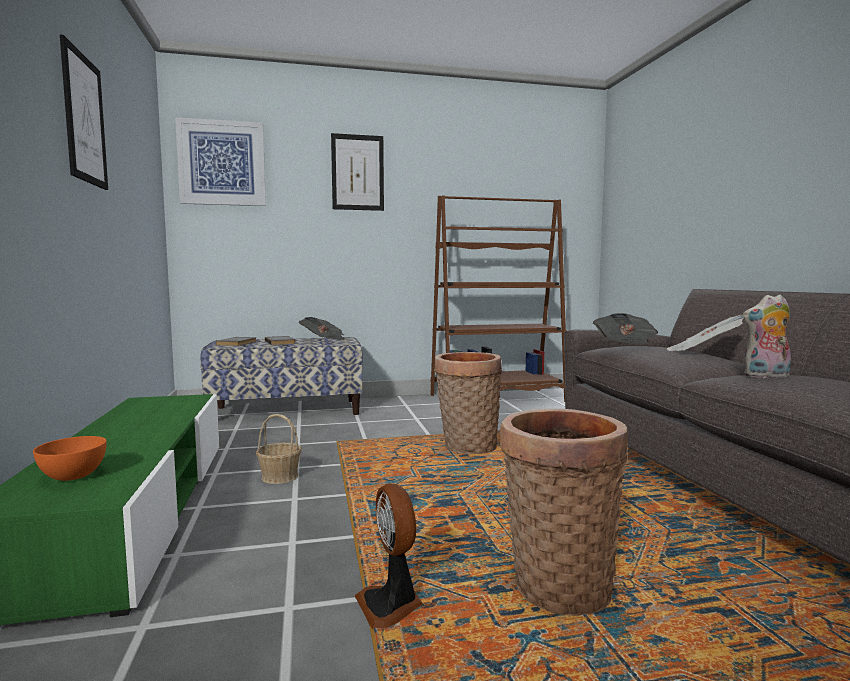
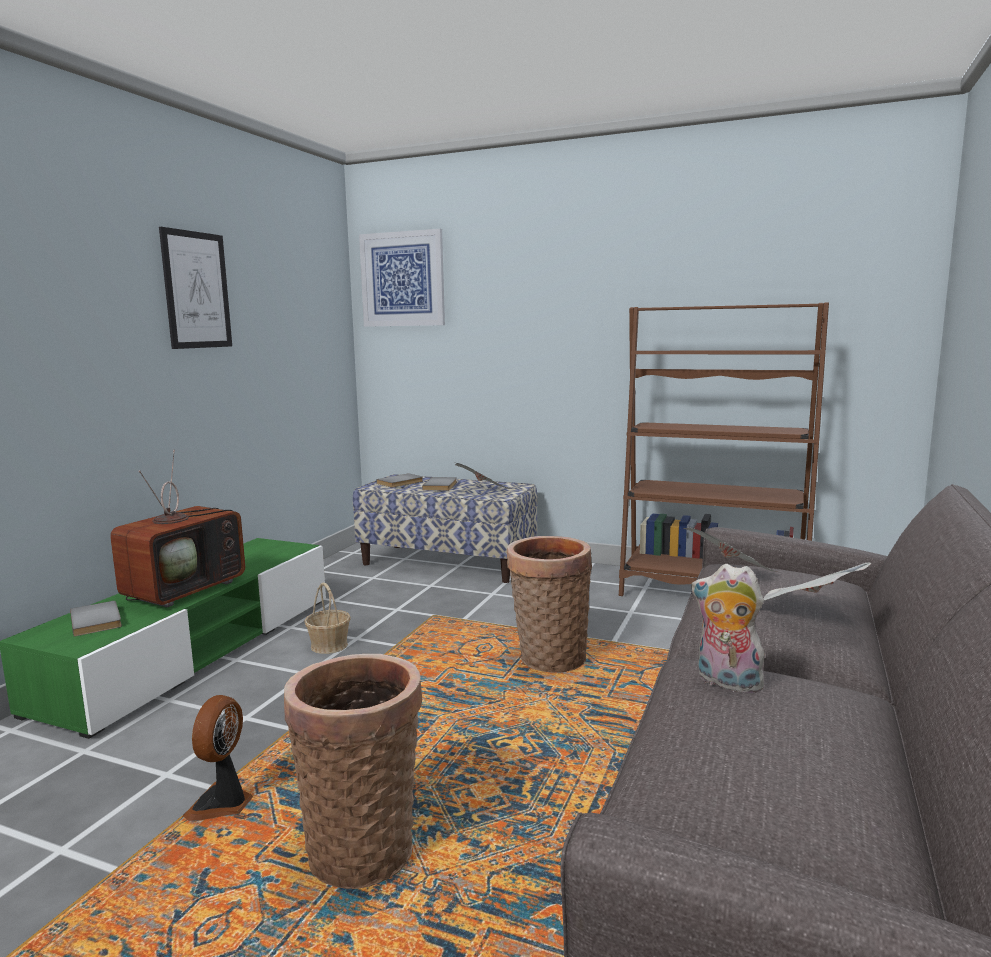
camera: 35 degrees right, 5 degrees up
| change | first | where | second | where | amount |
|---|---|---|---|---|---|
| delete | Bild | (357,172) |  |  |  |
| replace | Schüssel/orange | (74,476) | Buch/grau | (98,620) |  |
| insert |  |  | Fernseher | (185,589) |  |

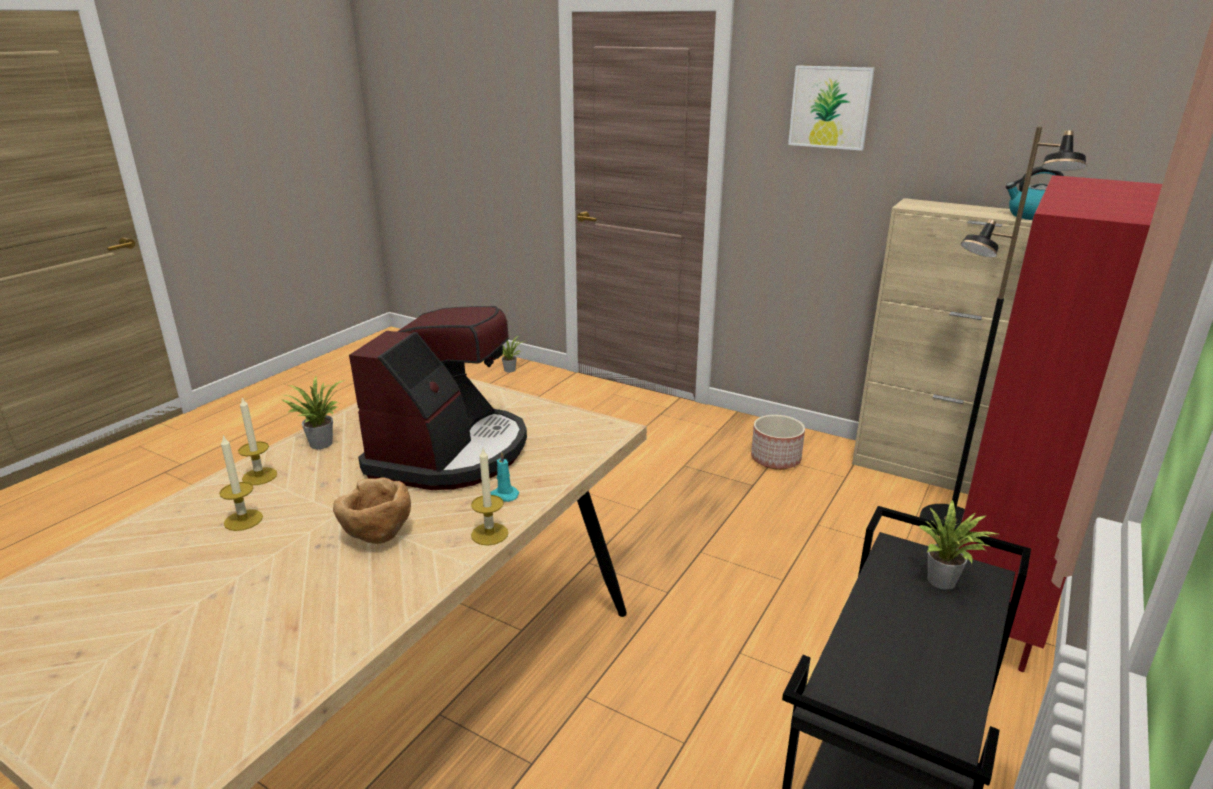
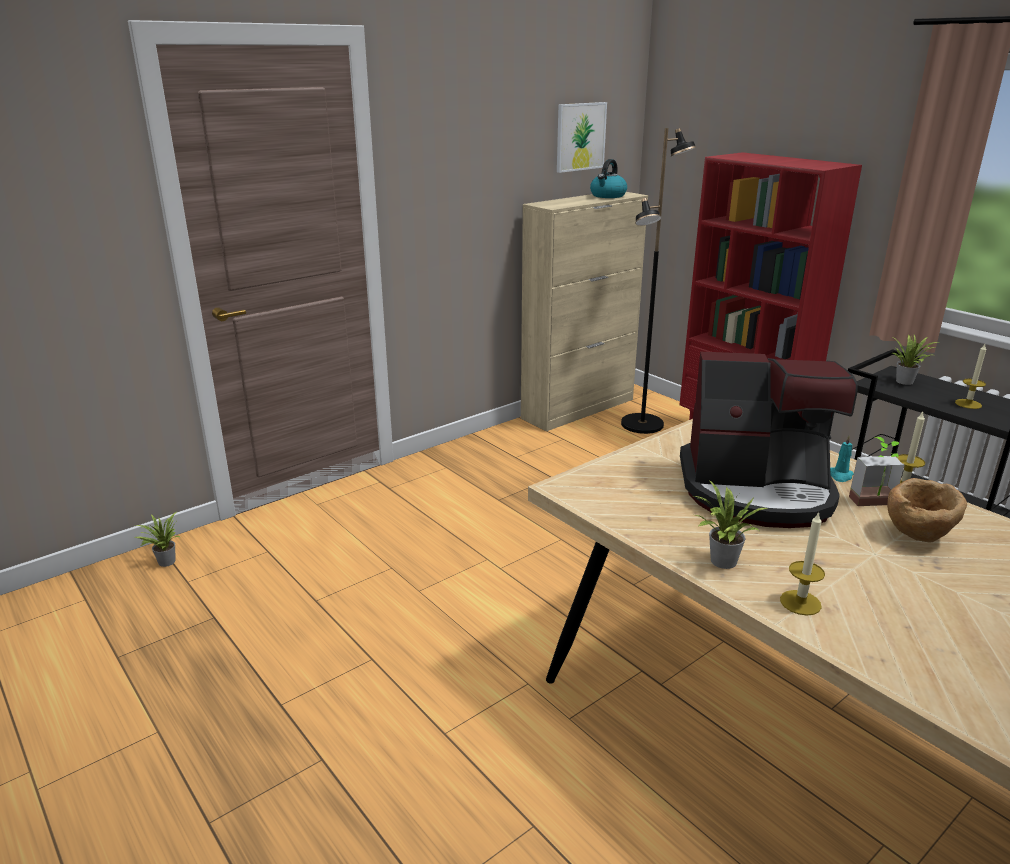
camera: 70 degrees left, 0 degrees up
| change | first | where | second | where | amount |
|---|---|---|---|---|---|
| move | Bild | (830,107) |  | (580,137) |  |
| rotate | Kaffeemaschine | (450,453) |  | (757,491) | 150 degrees clockwise |
| delete | Pflanzkübel | (776,459) |  |  |  |
| move | Kerze | (243,520) |  | (968,404) |  |
| insert |  |  | Topfpflanze | (875,504) |  |

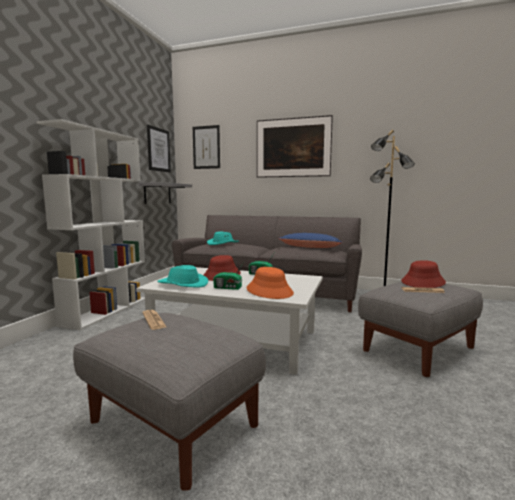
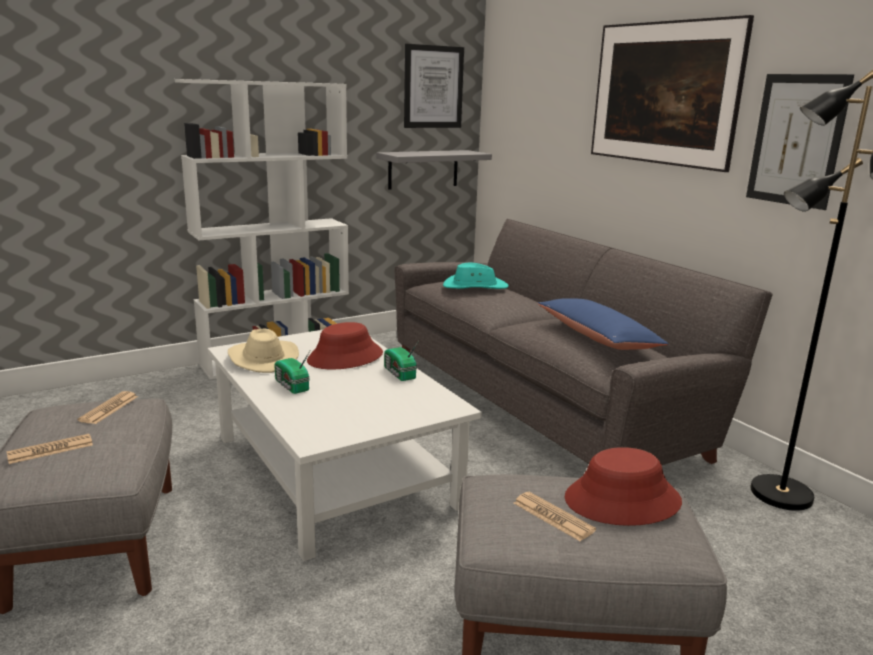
camera: 40 degrees right, 10 degrees up
| change | first | where | second | where | amount |
|---|---|---|---|---|---|
| move | Bild | (206,147) |  | (796,140) |  |
| recolor | Hut/türkis | (182,284) | Hut/beige | (262,358) |  |
| delete | Hut/orange | (269,291) |  |  |  |
| insert |  |  | Zeitung | (50,450) |  |

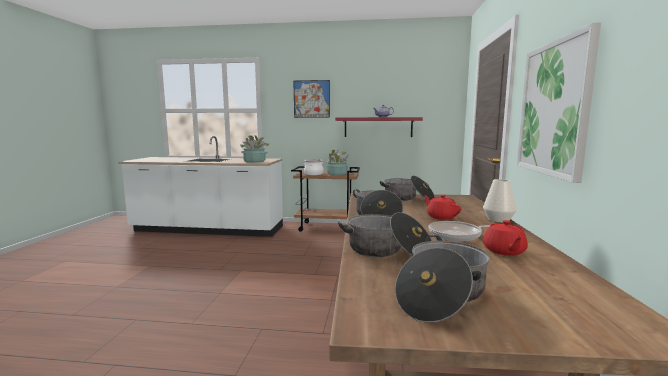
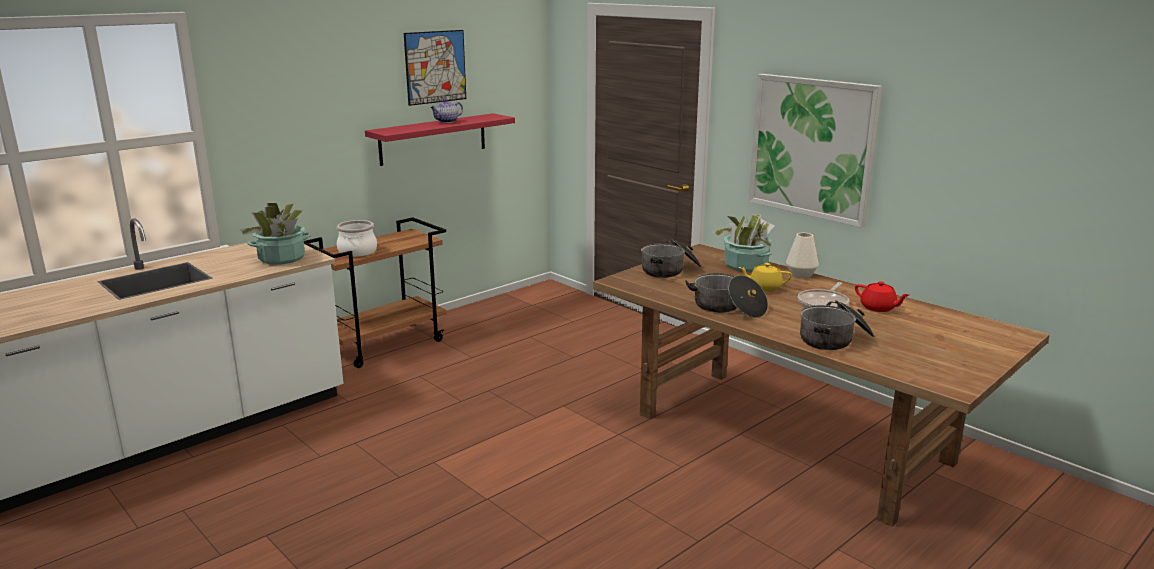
camera: 50 degrees left, 10 degrees up
| change | first | where | second | where | amount |
|---|---|---|---|---|---|
| move | Bild | (311,99) |  | (435,67) |  |
| move | Topfpflanze | (337,174) |  | (746,265) |  |
| recolor | Teekanne/rot | (441,217) | Teekanne/gelb | (764,287) |  |
| delete | Kochtopf | (441,296) |  |  |  |

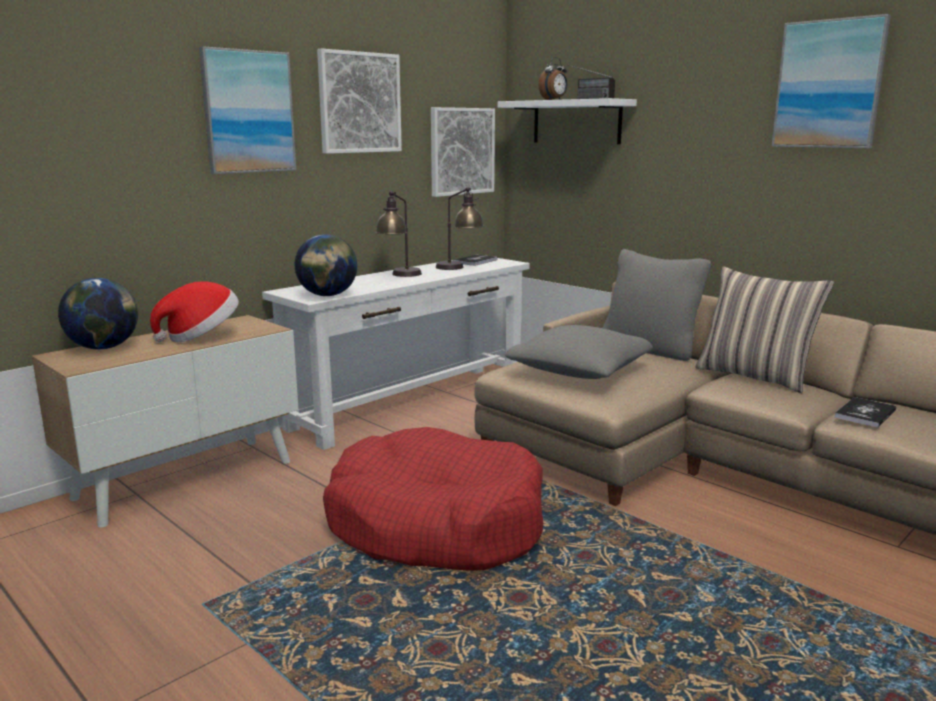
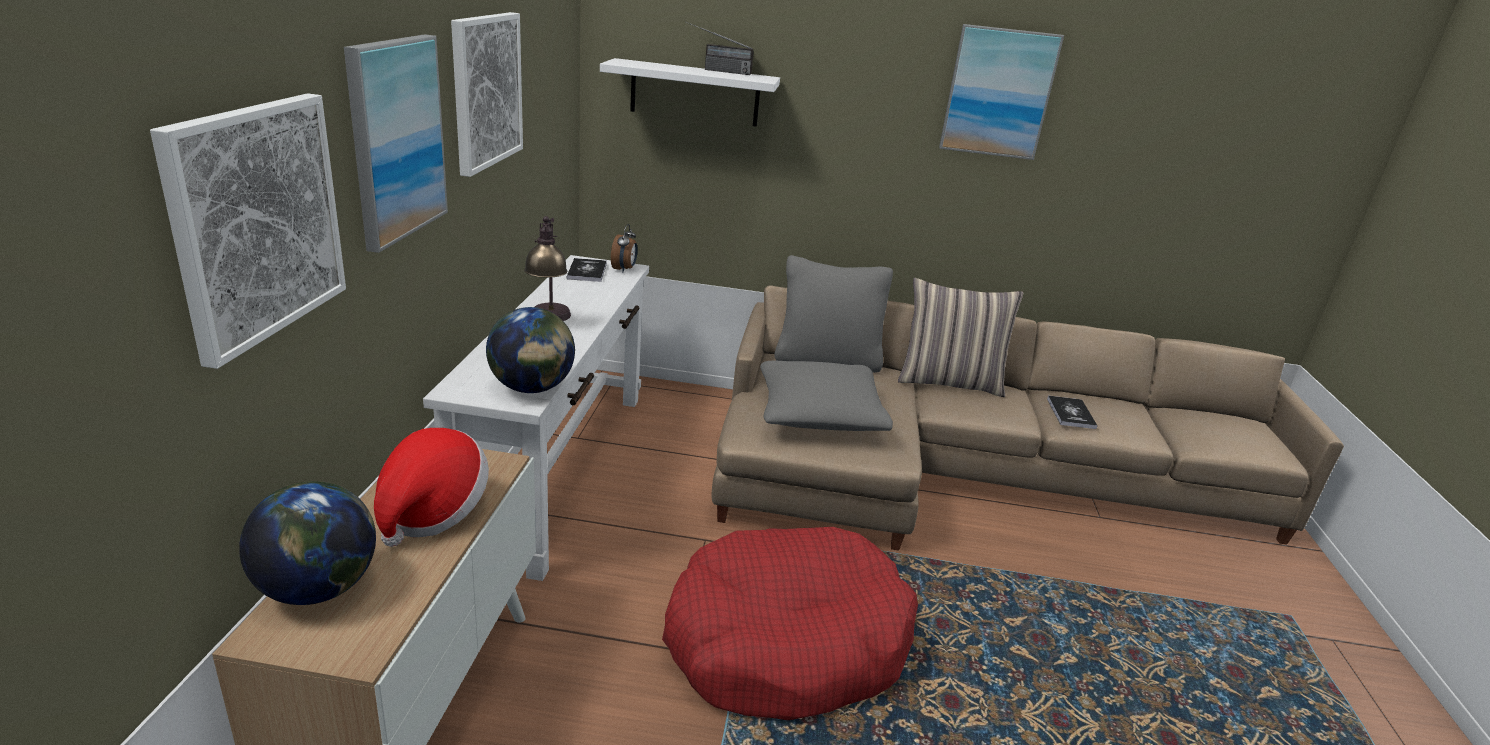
camera: 40 degrees left, 10 degrees up
| change | first | where | second | where | amount |
|---|---|---|---|---|---|
| move | Wecker | (553,100) |  | (624,269) |  |
| move | Bild | (461,151) |  | (257,222) |  |
| delete | Tischlampe | (459,268) |  |  |  |

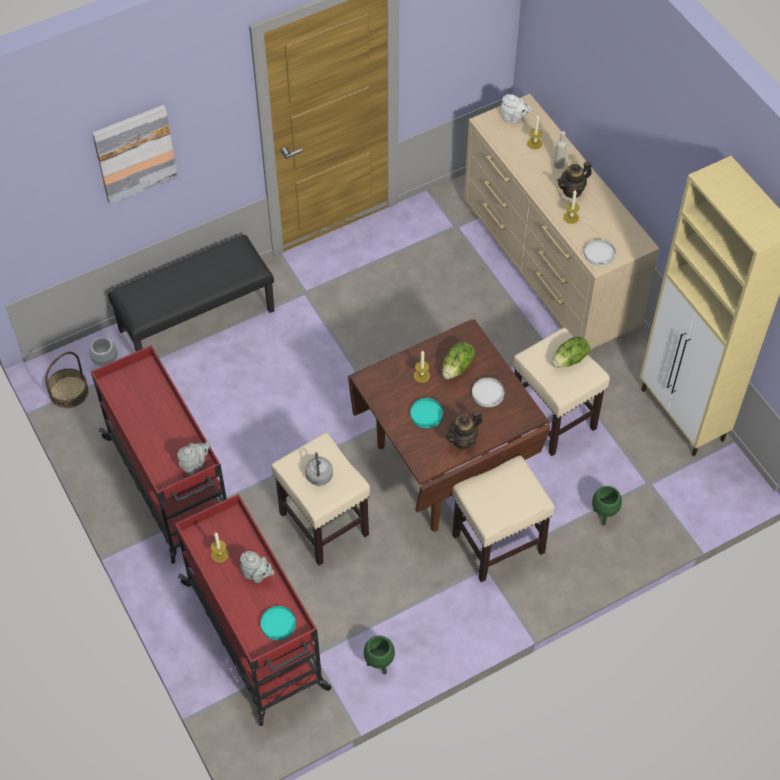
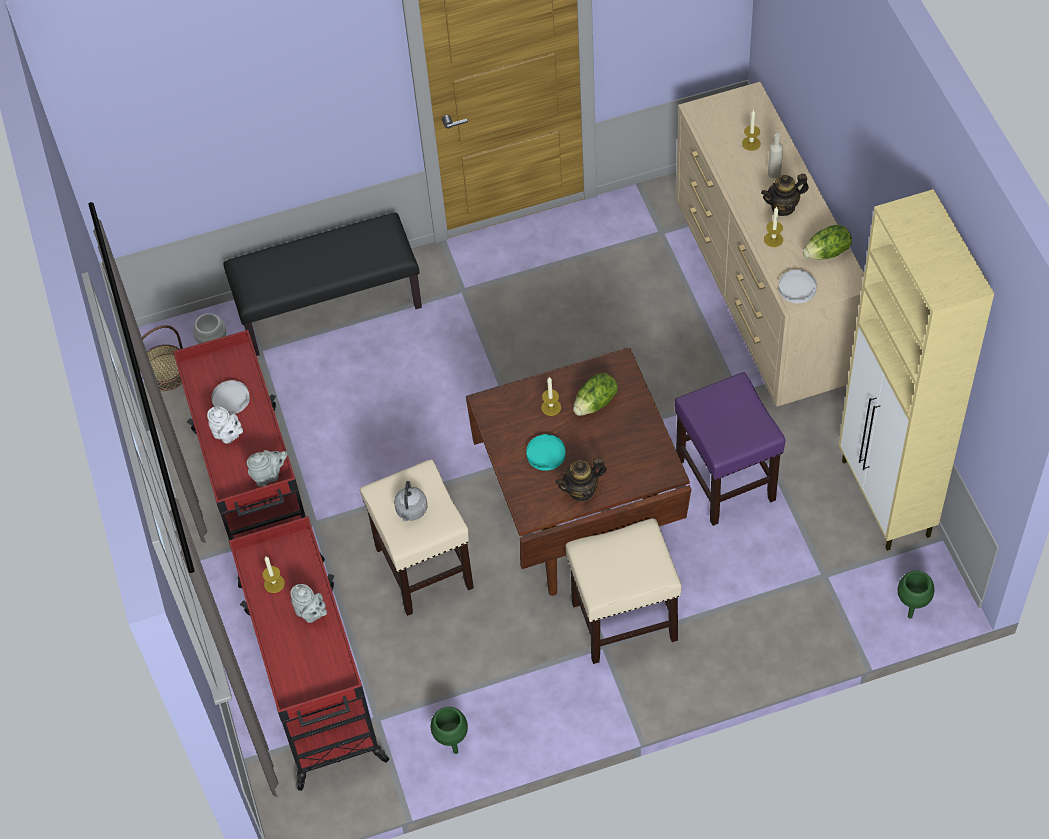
camera: 15 degrees right, 0 degrees up
| change | first | where | second | where | amount |
|---|---|---|---|---|---|
| move | Teekanne/weiß | (514,118) |  | (228,435) |  |
| delete | Bild | (135,153) |  |  |  |
| recolor | Hocker/beige | (554,418) | Hocker/lila | (726,481) |  |
| move | Salatkopf | (570,360) |  | (827,253) |  |
| move | Teller/weiß | (488,393) |  | (231,399) |  |
| move | Pflanzkübel/grün | (603,515) |  | (911,606) |  |
| delete | Teller/türkis | (278,623) |  |  |  |

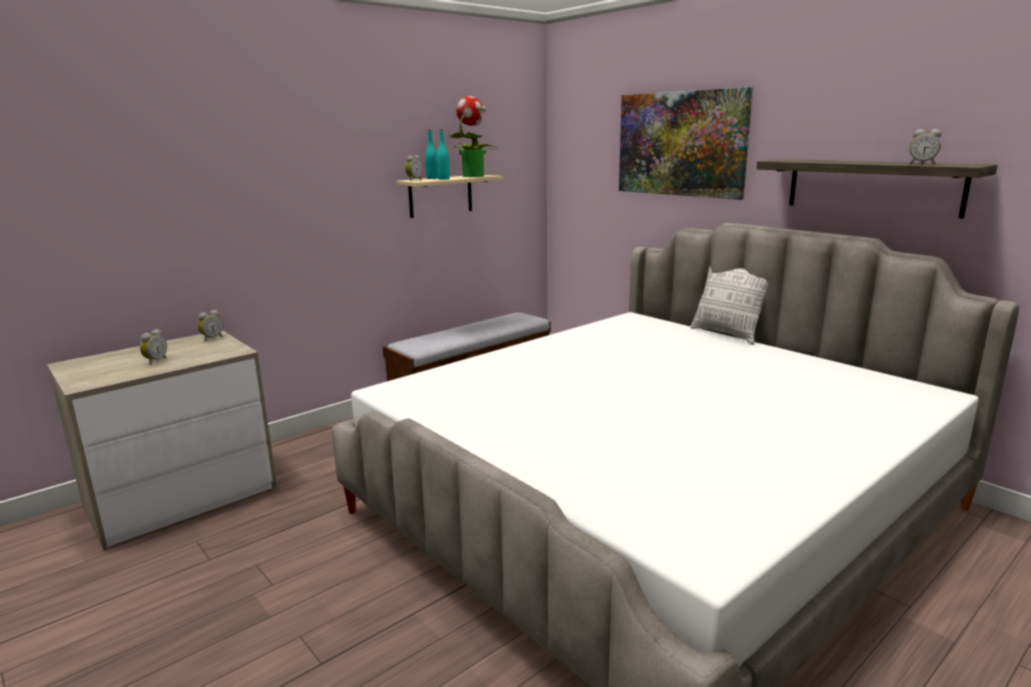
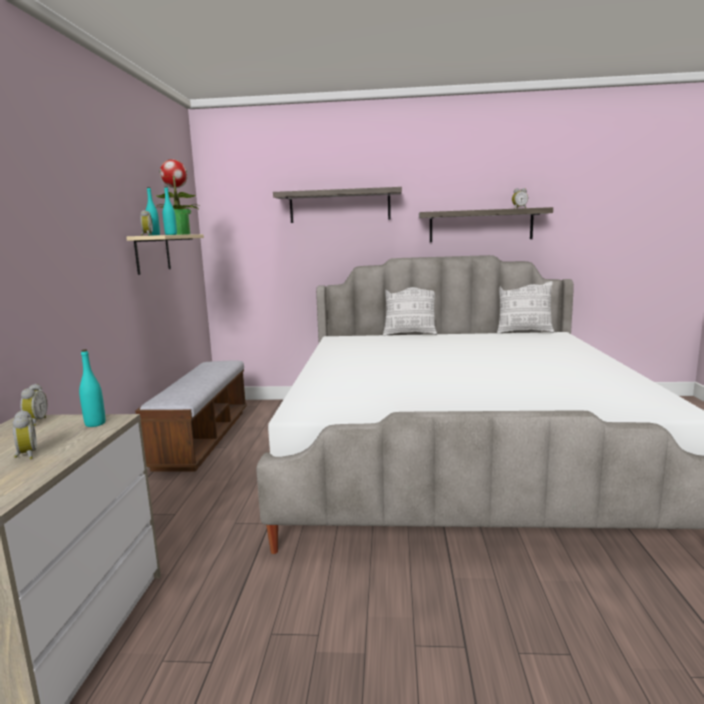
camera: 45 degrees left, 5 degrees down
| change | first | where | second | where | amount |
|---|---|---|---|---|---|
| replace | Bild | (680,144) | Wandregal | (339,206) |  |
| insert |  |  | Kissen | (524,332) |  |
| insert |  |  | Flasche/türkis | (95,424) |  |

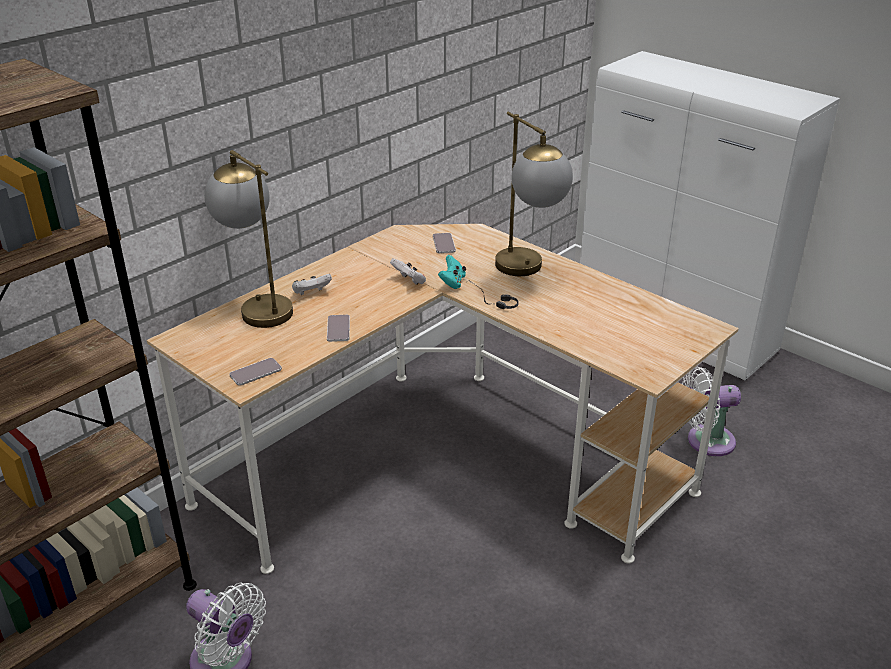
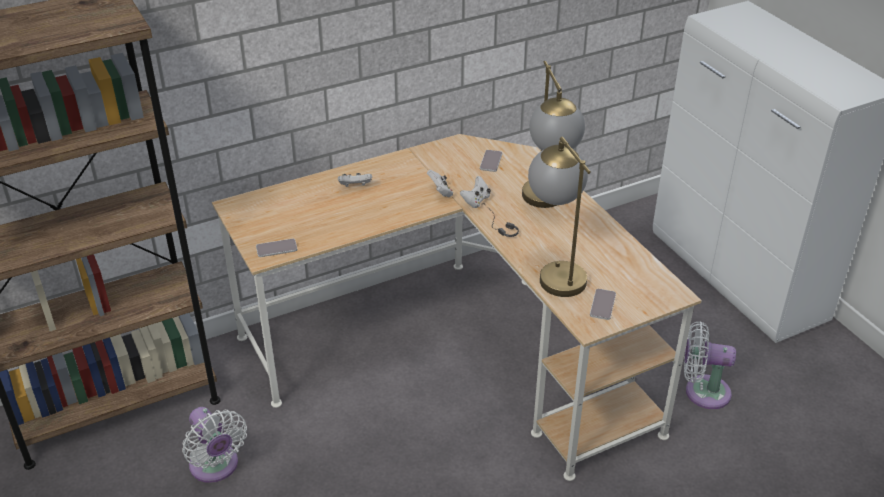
camera: 20 degrees right, 5 degrees up
| change | first | where | second | where | amount |
|---|---|---|---|---|---|
| move | Tischlampe | (257,306) |  | (555,271) |  |
| recolor | Gamepad/türkis | (452,282) | Gamepad/weiß | (476,201) |  |
| move | Handy | (338,329) |  | (602,305) |  |

